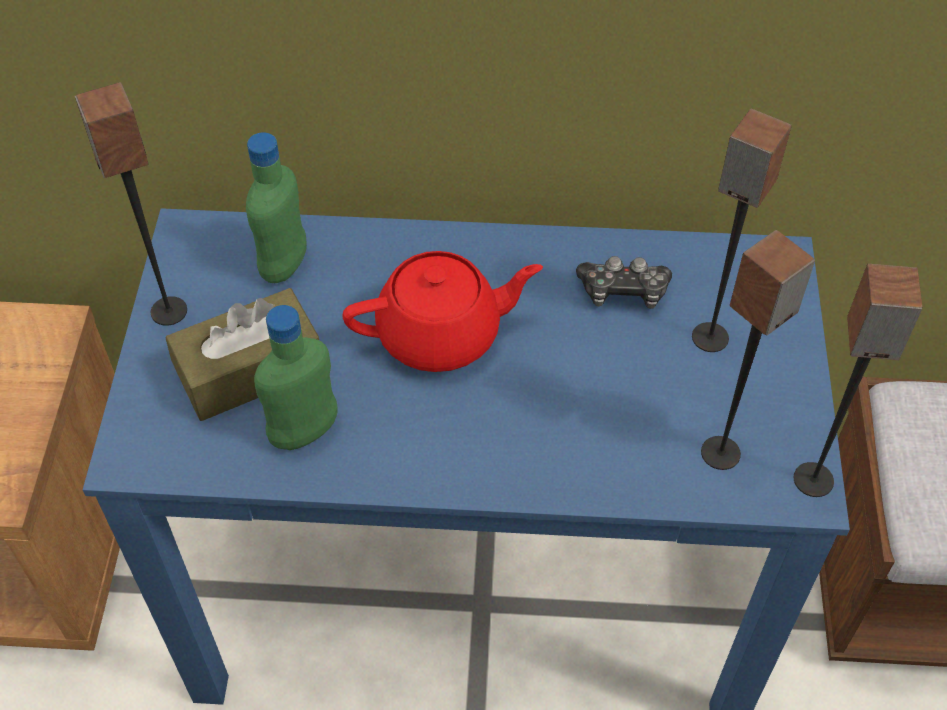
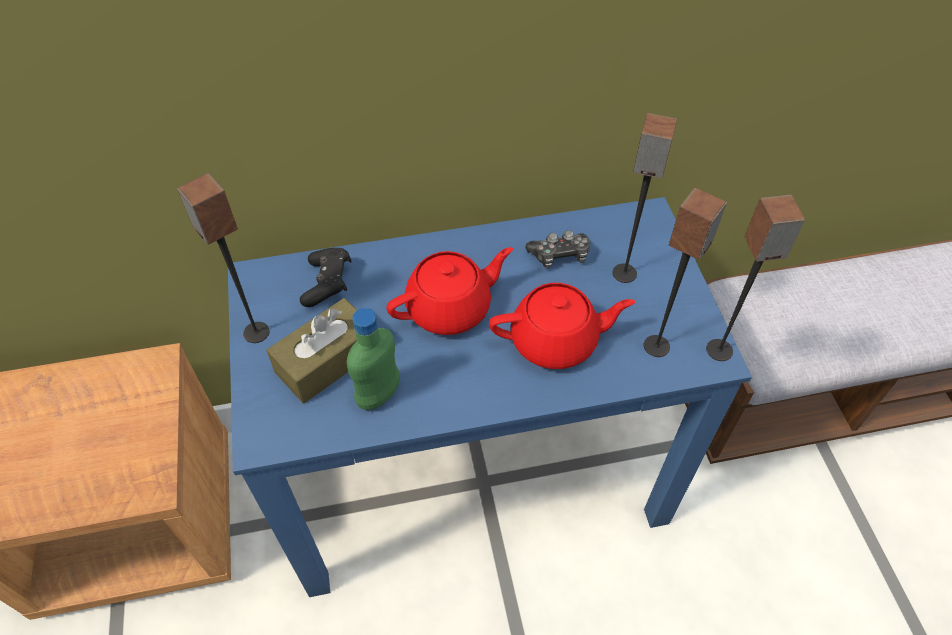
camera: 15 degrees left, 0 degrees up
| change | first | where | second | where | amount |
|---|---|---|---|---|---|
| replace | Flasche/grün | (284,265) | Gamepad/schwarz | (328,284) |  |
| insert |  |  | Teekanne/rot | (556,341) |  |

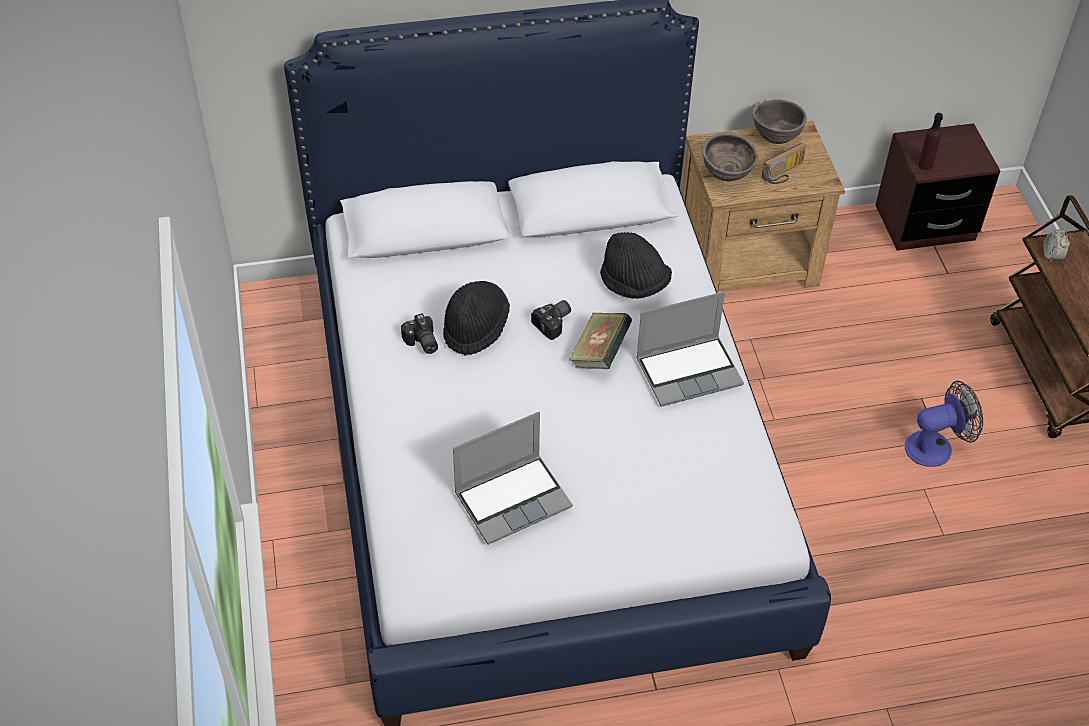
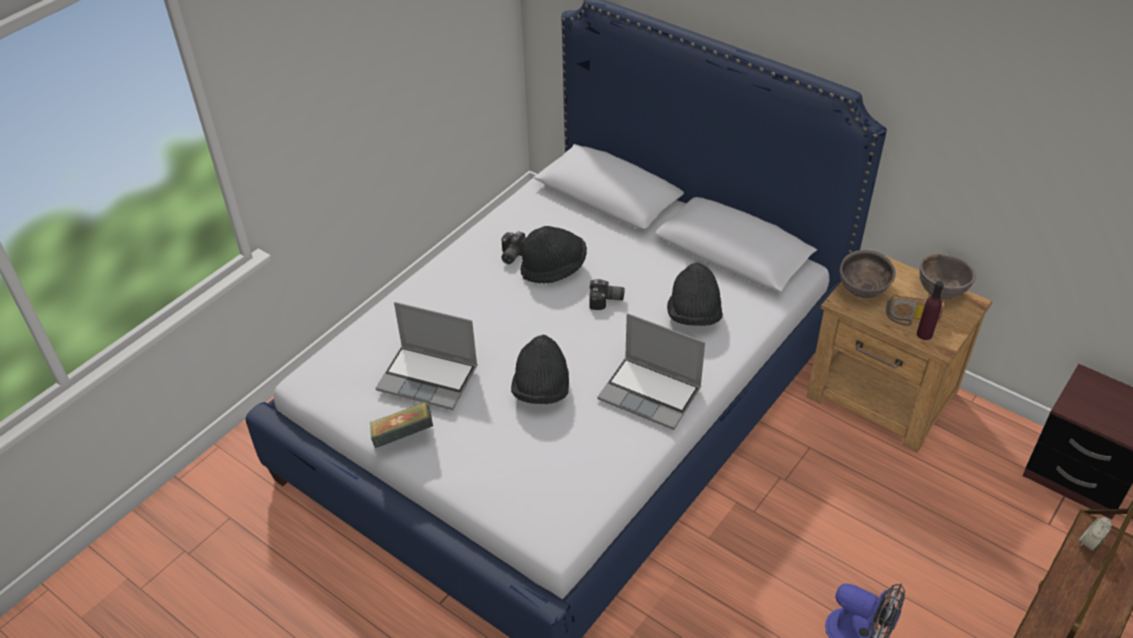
camera: 50 degrees right, 5 degrees down
| change | first | where | second | where | amount |
|---|---|---|---|---|---|
| move | Flasche/lila | (925,165) |  | (924,334) |  |
| move | Buch | (599,354) |  | (403,437) |  |
| insert |  |  | Hut/schwarz | (541,390) |  |

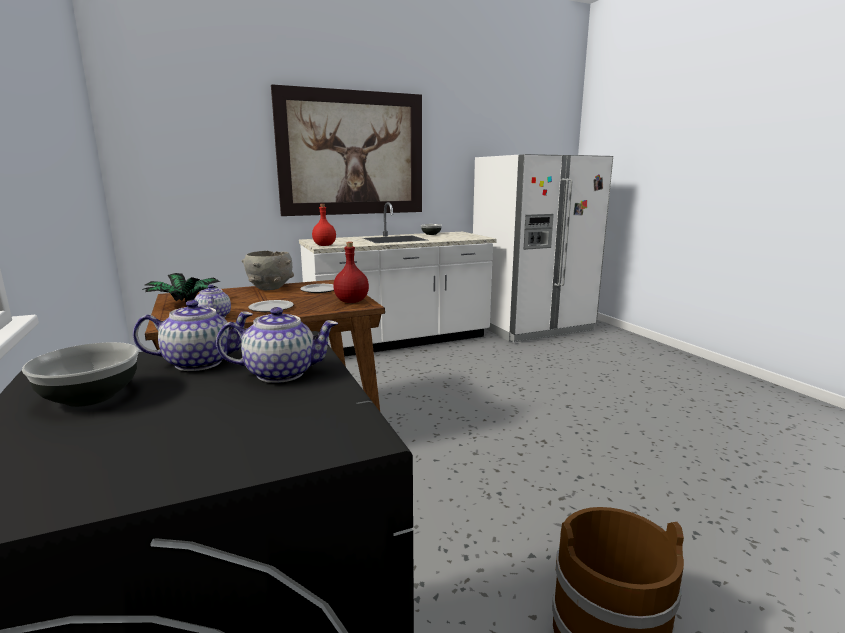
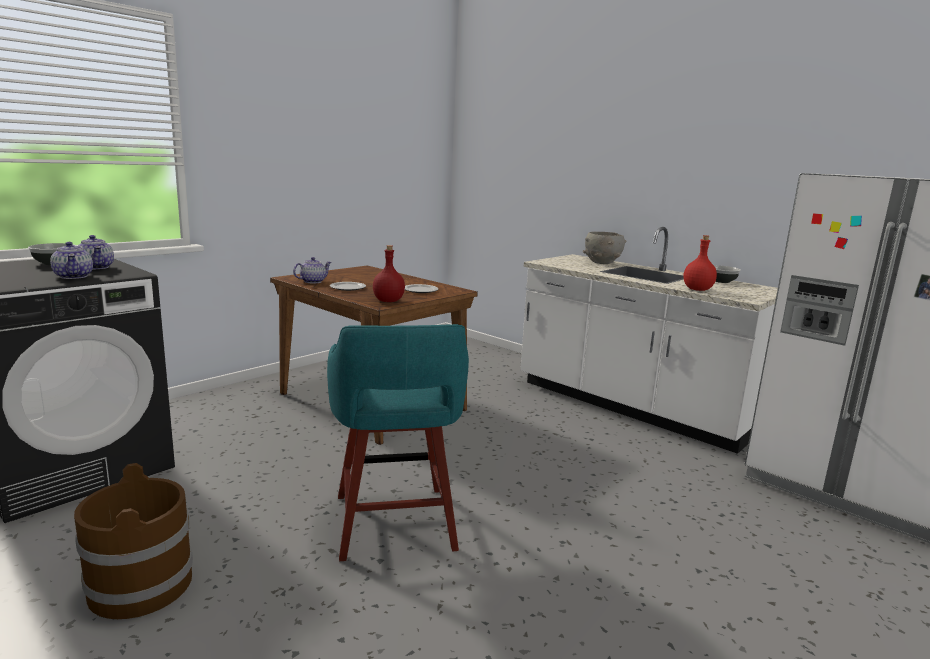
camera: 65 degrees right, 0 degrees up
| change | first | where | second | where | amount |
|---|---|---|---|---|---|
| delete | Bild | (352,154) |  |  |  |
| move | Flasche/rot | (324,245) |  | (698,289) |  |
| move | Schüssel/grau | (270,288) |  | (602,263) |  |
| delete | Topfpflanze | (184,303) |  |  |  |
| insert |  |  | Hocker/türkis | (394,525) |  |

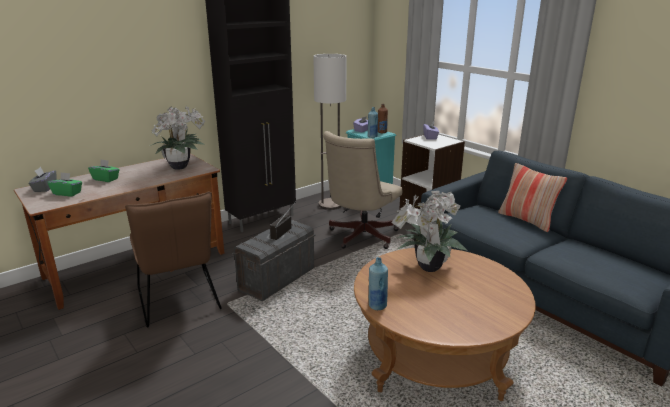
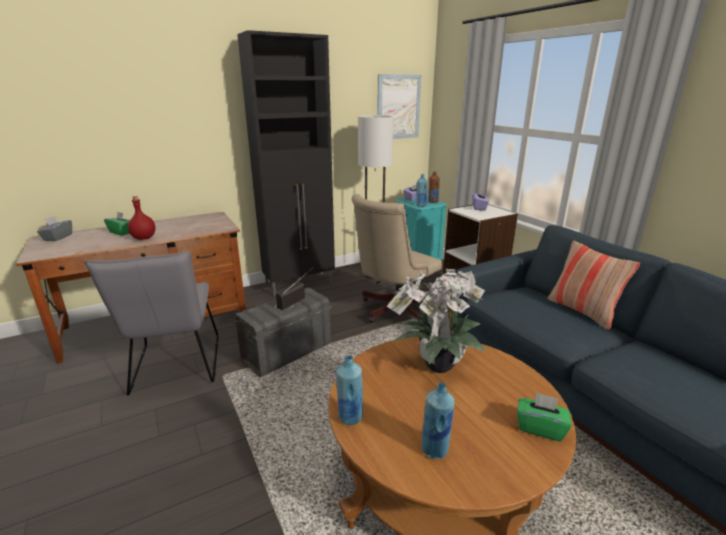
camera: 10 degrees right, 0 degrees up
| change | first | where | second | where | amount |
|---|---|---|---|---|---|
| delete | Topfpflanze | (181,167) |  |  |  |
| move | Taschentuchbox/grün | (67,193) |  | (540,428) |  |
| recolor | Stuhl/braun | (179,302) | Stuhl/grau | (176,368) |  |
| insert |  |  | Bild | (398,107) |  |
| insert |  |  | Flasche/rot | (144,238) |  |
| insert |  |  | Flasche/blau | (435,449) |  |

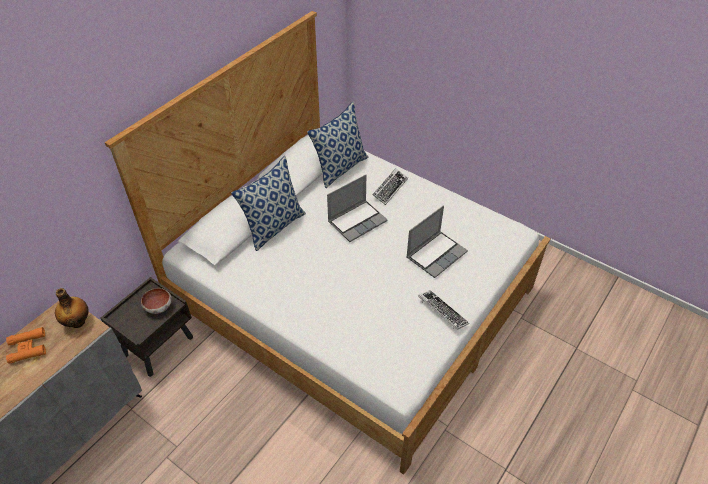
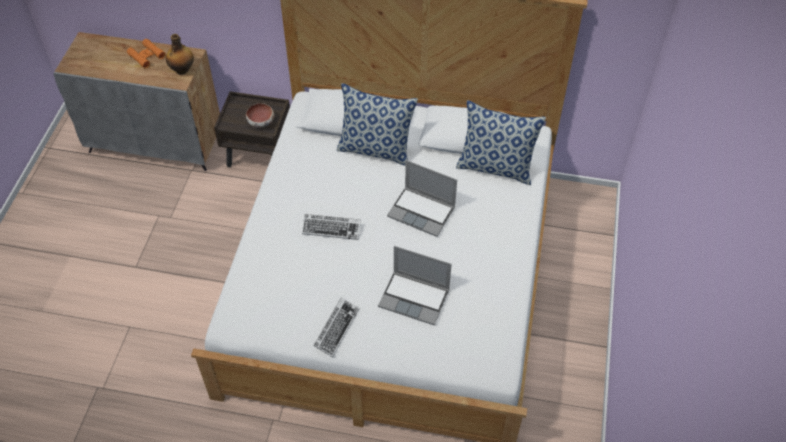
camera: 65 degrees right, 5 degrees up
| change | first | where | second | where | amount |
|---|---|---|---|---|---|
| move | Tastatur | (390,188) |  | (331,229) |  |

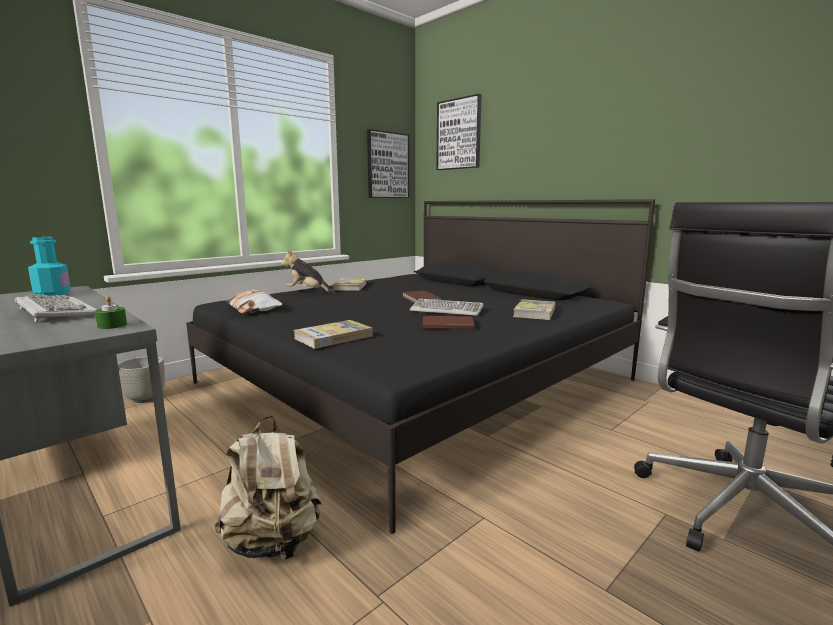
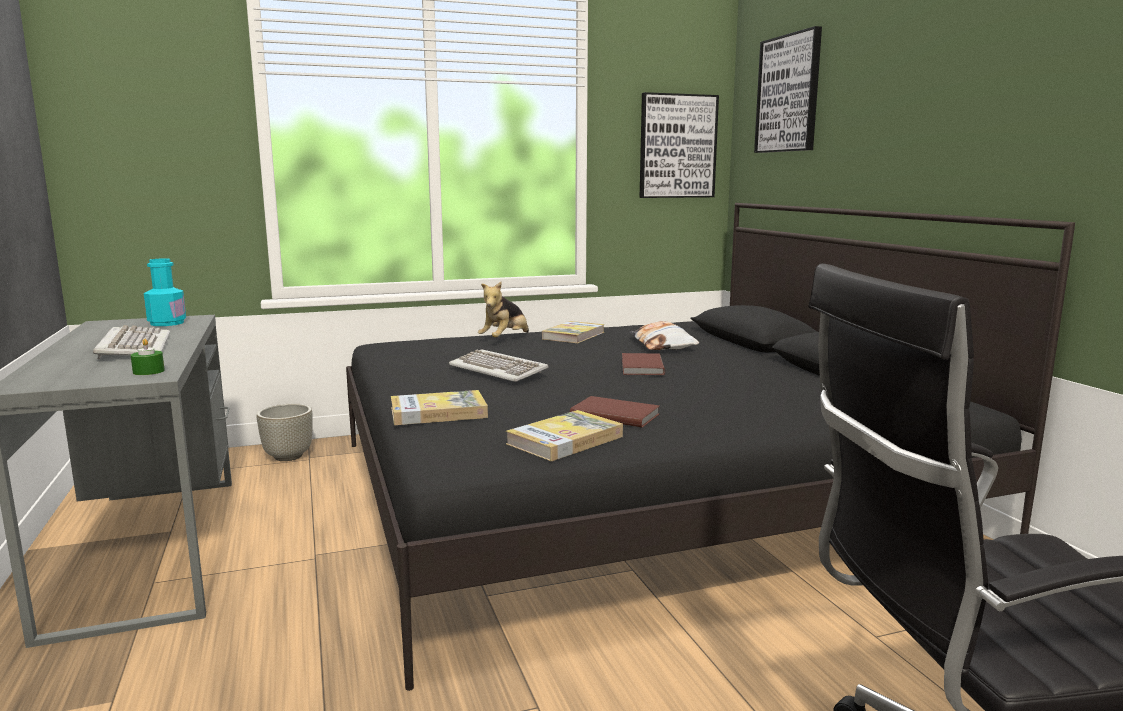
camera: 25 degrees right, 0 degrees up
| change | first | where | second | where | amount |
|---|---|---|---|---|---|
| rotate | Plüschtier | (308,292) |  | (505,339) | 105 degrees counterclockwise |
| move | Kissen | (254,308) |  | (663,345) |  |
| move | Tastatur | (447,310) |  | (498,370) |  |
| move | Buch | (534,312) |  | (565,440) |  |
| delete | Rucksack/beige | (272,542) |  |  |  |

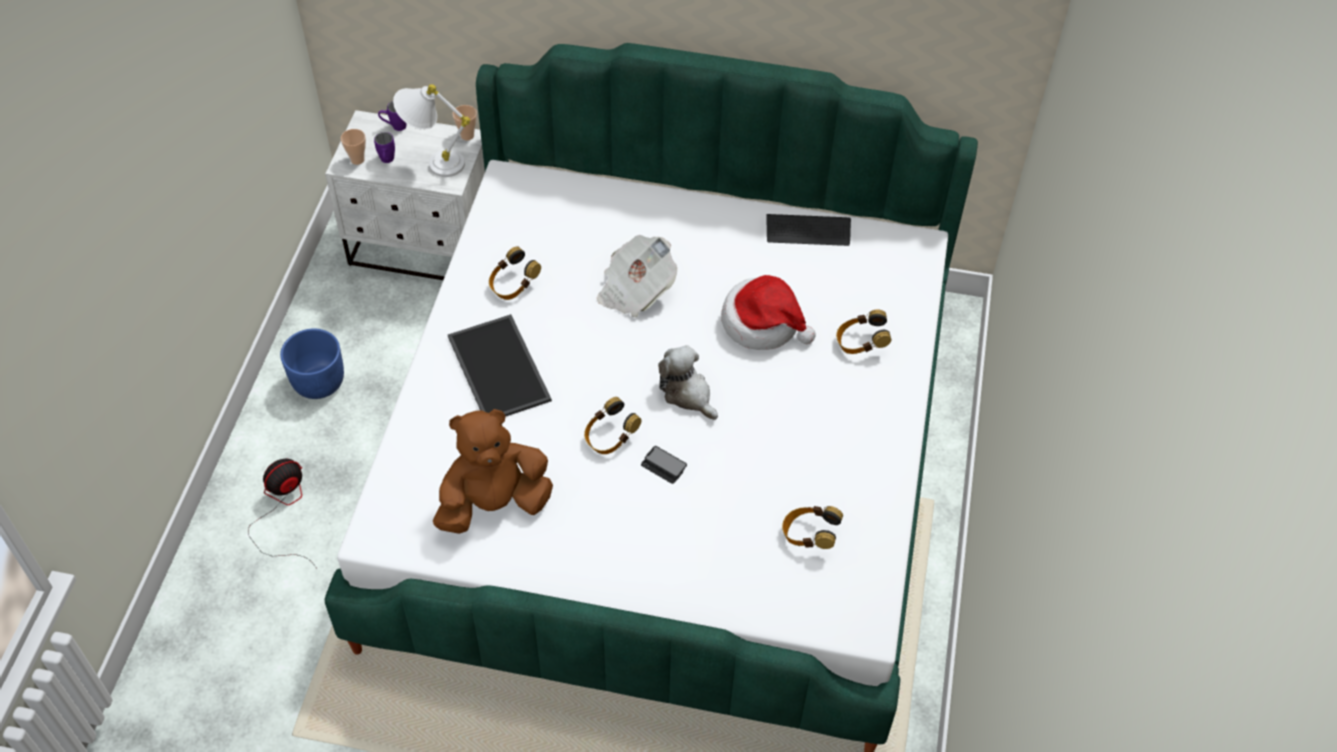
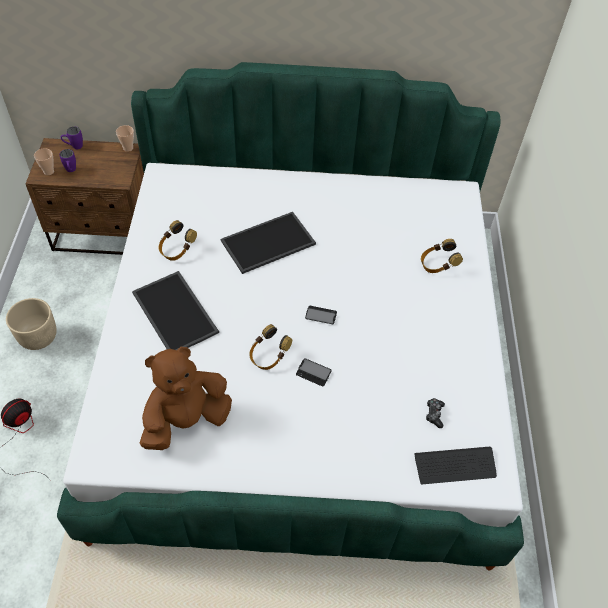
camera: 10 degrees left, 0 degrees up
| change | first | where | second | where | amount |
|---|---|---|---|---|---|
| delete | Tischlampe/weiß | (433,163) |  |  |  |
| recolor | Nachttisch/weiß | (423,247) | Nachttisch/braun | (105,233) |  |
| move | Tastatur | (808,231) |  | (455,466) |  |
| replace | Zeitung | (635,290) | Tablett | (268,244) |  |
| delete | Hut | (763,323) |  |  |  |
| recolor | Pflanzkübel/blau | (319,382) | Pflanzkübel/beige | (38,337) |  |
| replace | Plüschtier | (687,393) | Handy | (321,315) |  |
| replace | Kopfhörer | (808,535) | Gamepad | (434,414) |  |

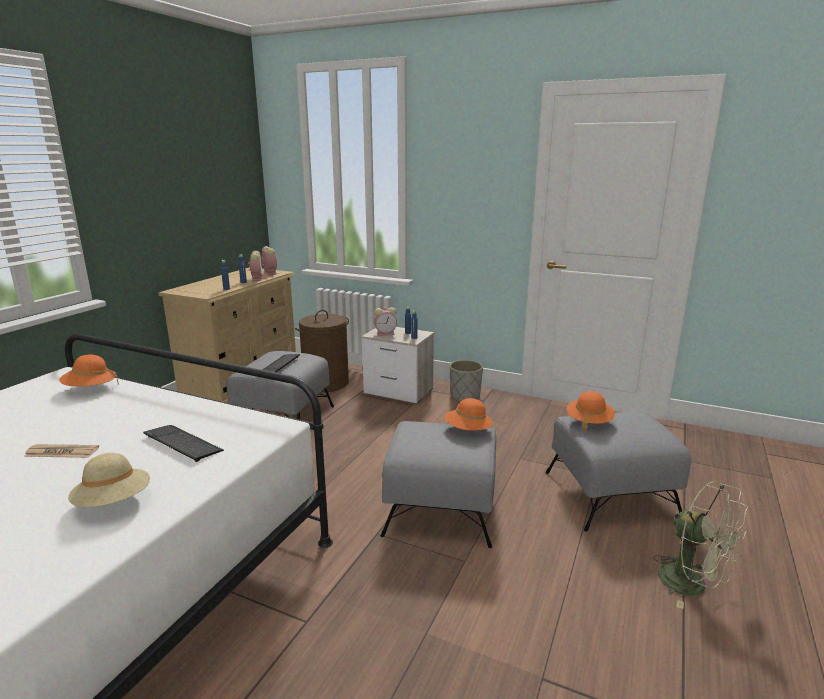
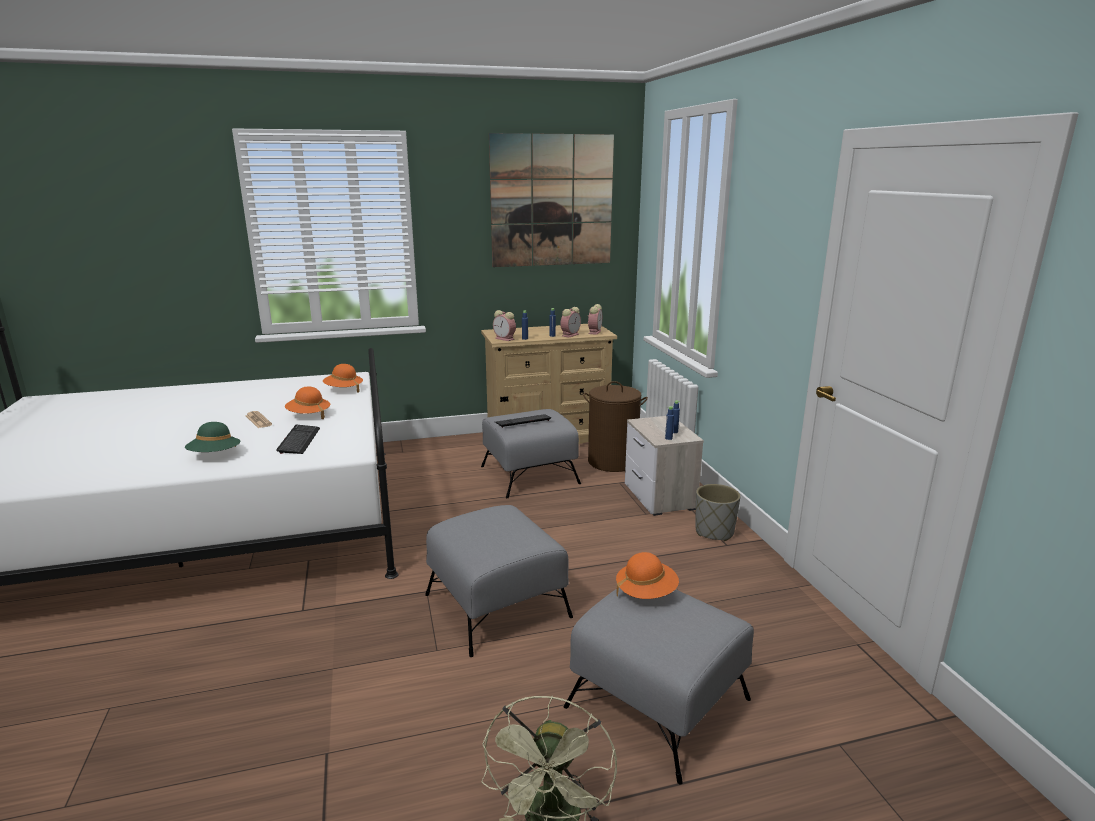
camera: 50 degrees right, 0 degrees up
| change | first | where | second | where | amount |
|---|---|---|---|---|---|
| move | Wecker | (386,333) |  | (505,339) |  |
| move | Hut/orange | (468,430) |  | (308,415) |  |
| recolor | Hut/beige | (114,502) | Hut/grün | (215,455) |  |
| insert |  |  | Bild | (552,201) |  |

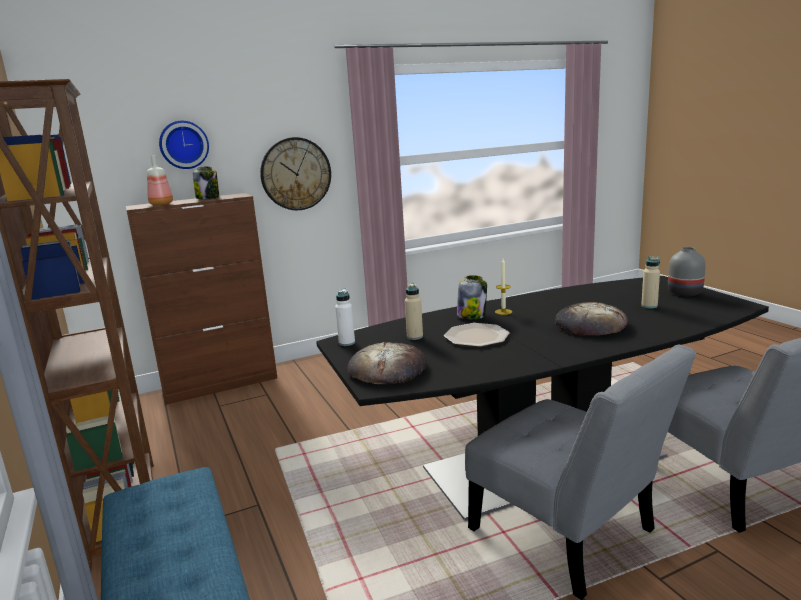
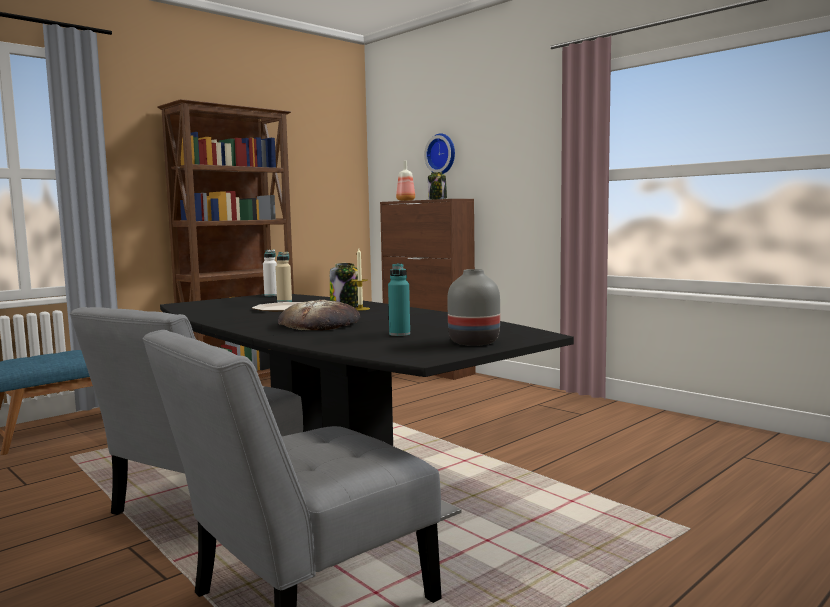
camera: 70 degrees right, 10 degrees down
| change | first | where | second | where | amount |
|---|---|---|---|---|---|
| delete | Wanduhr | (296,174) |  |  |  |
| recolor | Flasche/beige | (649,306) | Flasche/türkis | (399,334) |  |
| delete | Brot | (387,369) |  |  |  |

